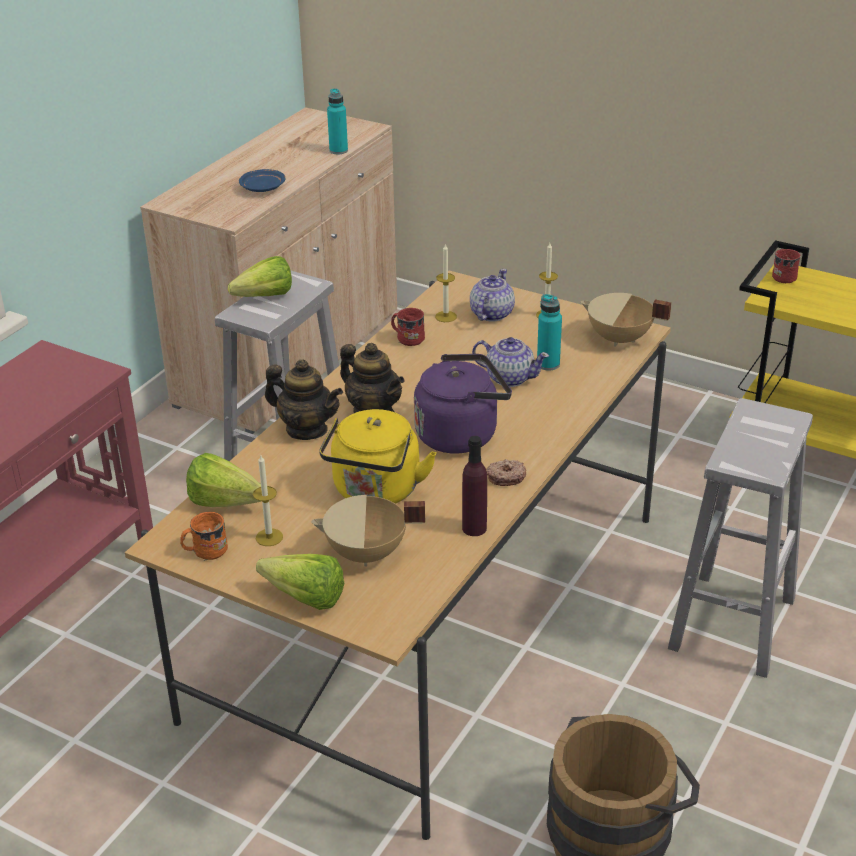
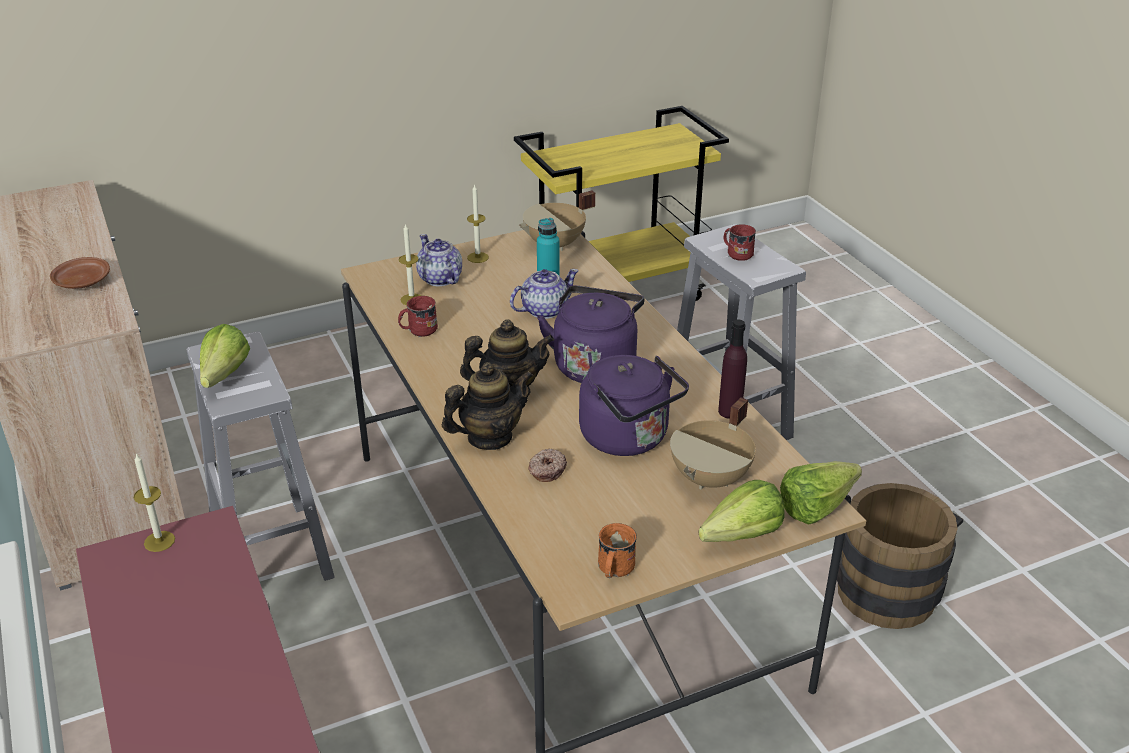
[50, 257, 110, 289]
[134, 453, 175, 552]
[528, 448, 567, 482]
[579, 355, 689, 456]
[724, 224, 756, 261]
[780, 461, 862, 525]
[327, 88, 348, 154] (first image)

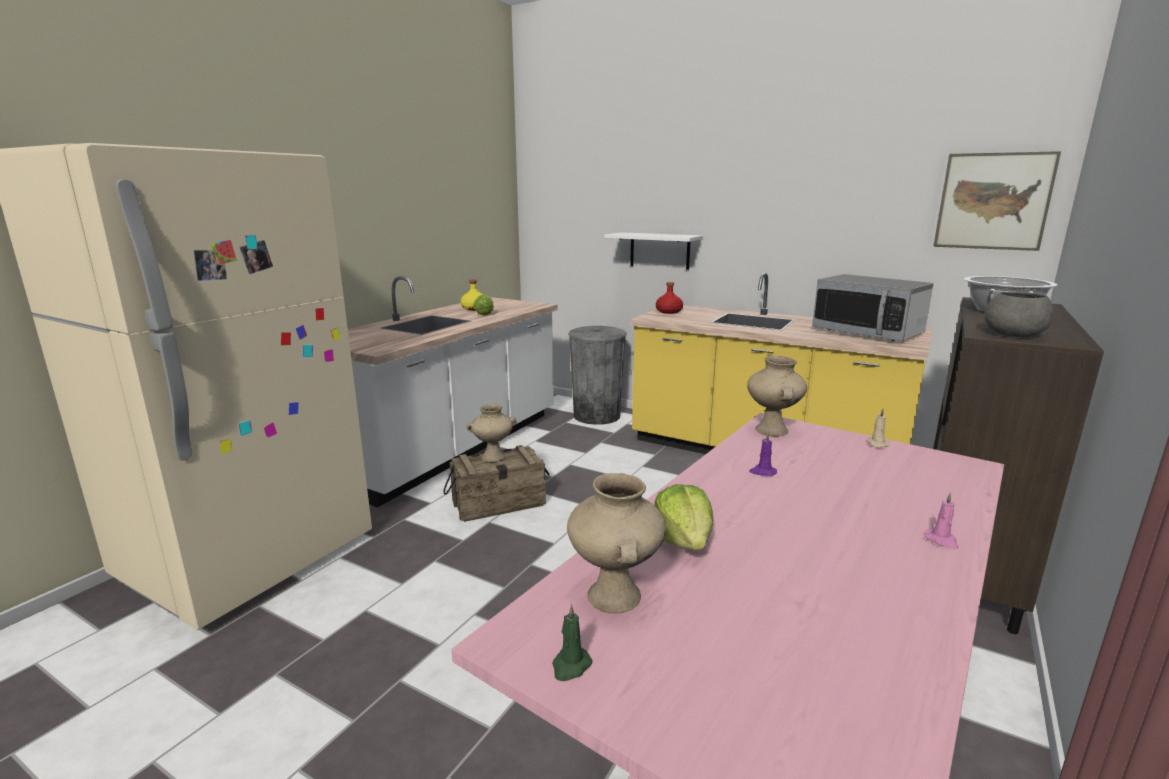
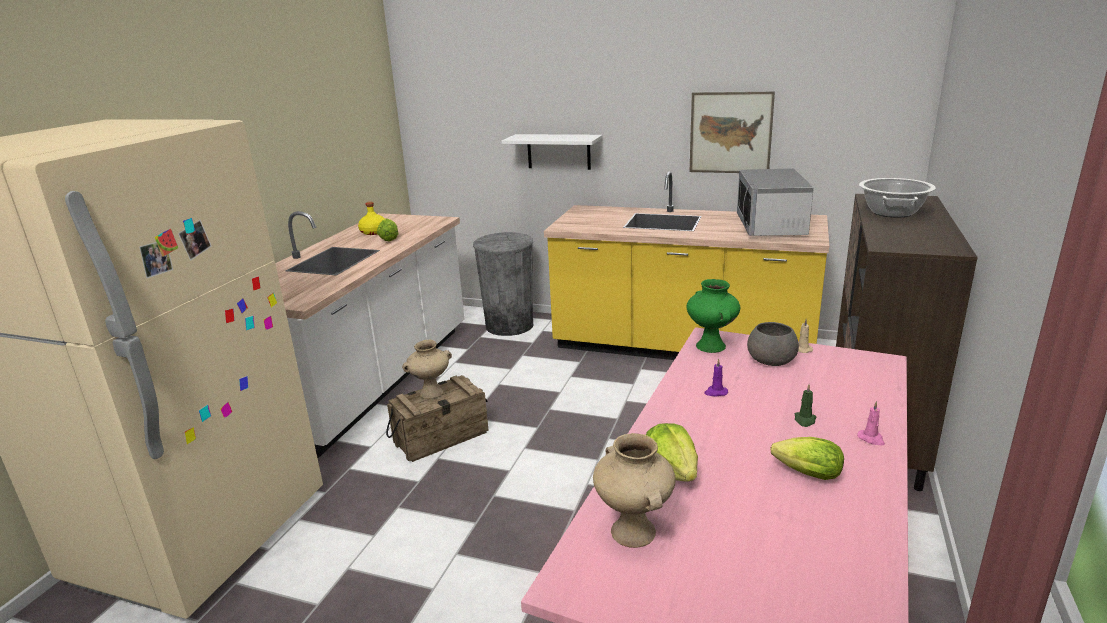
[686, 279, 741, 353]
[689, 92, 775, 173]
[737, 168, 814, 236]
[747, 322, 799, 366]
[770, 437, 844, 480]
[795, 384, 817, 427]
[656, 282, 683, 314] (first image)

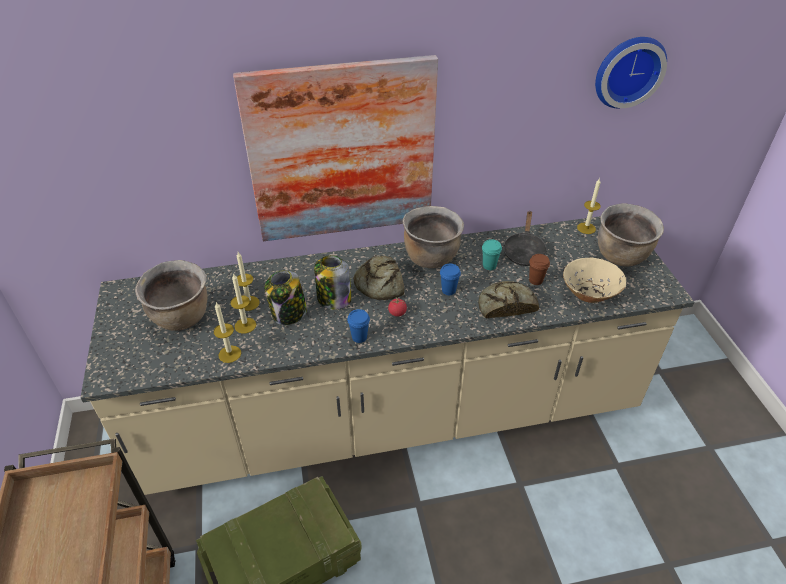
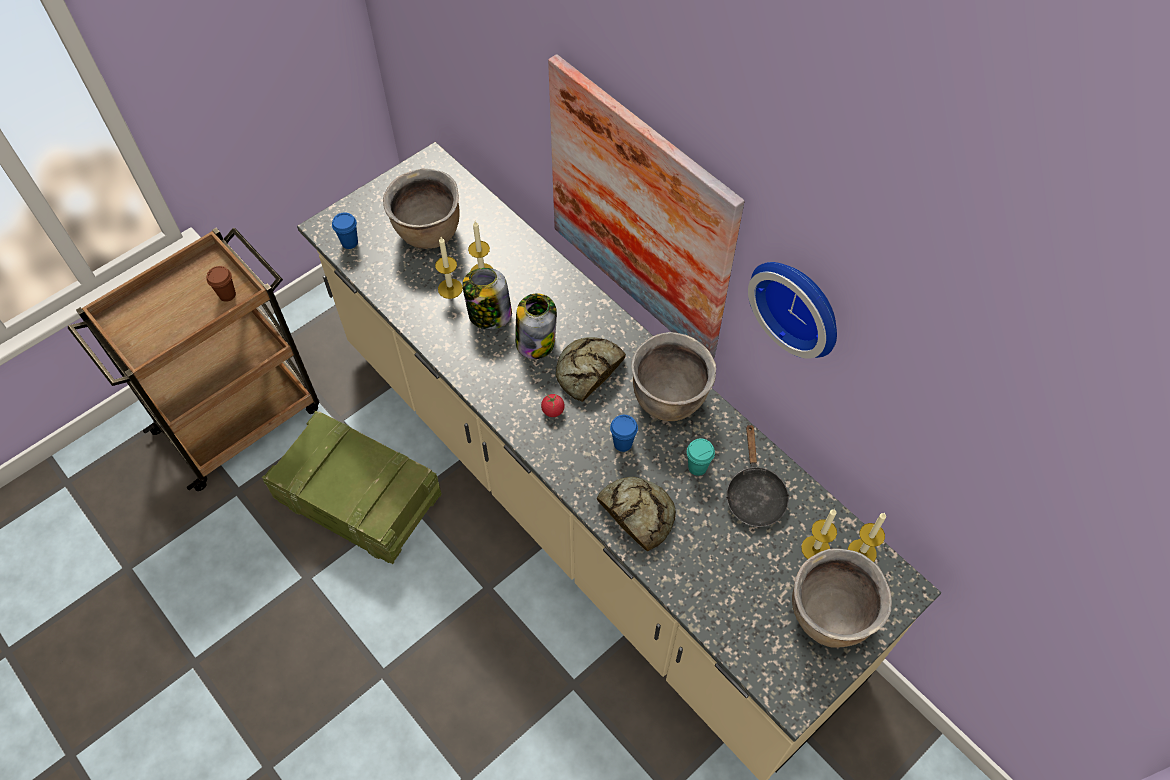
[206, 266, 236, 302]
[332, 213, 358, 249]
[725, 423, 790, 527]
[748, 262, 837, 359]
[801, 509, 837, 559]
[563, 258, 626, 303] (first image)

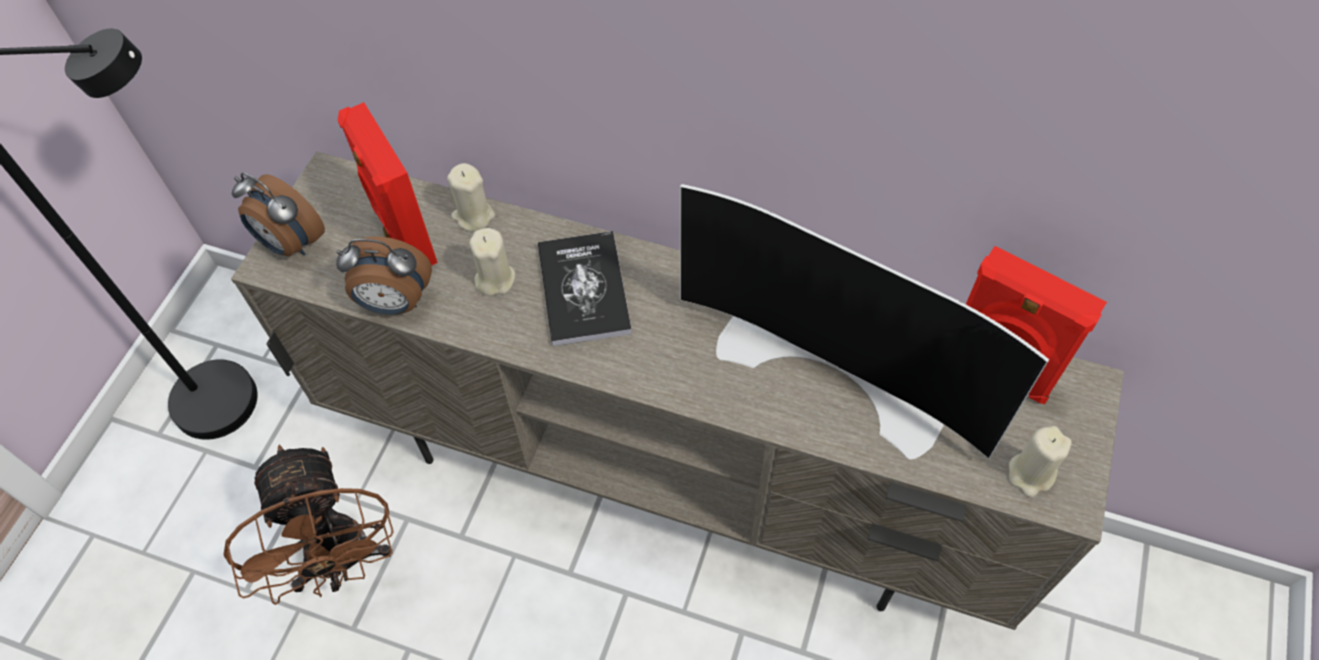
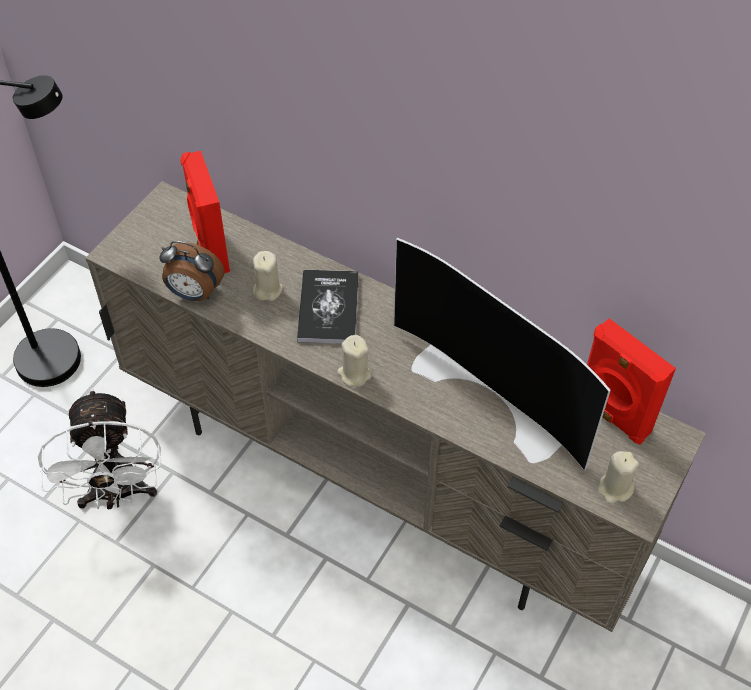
[38, 388, 161, 509]
[337, 335, 372, 387]
[232, 173, 325, 256] (first image)

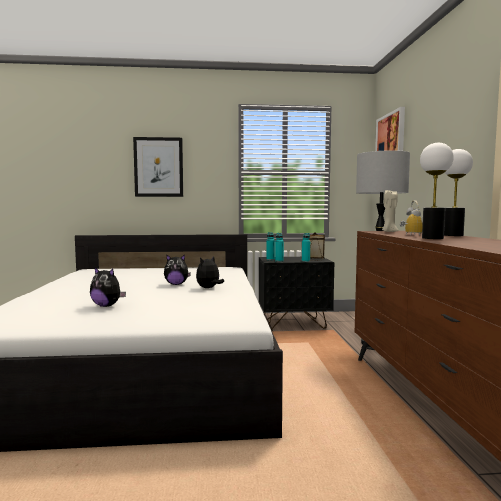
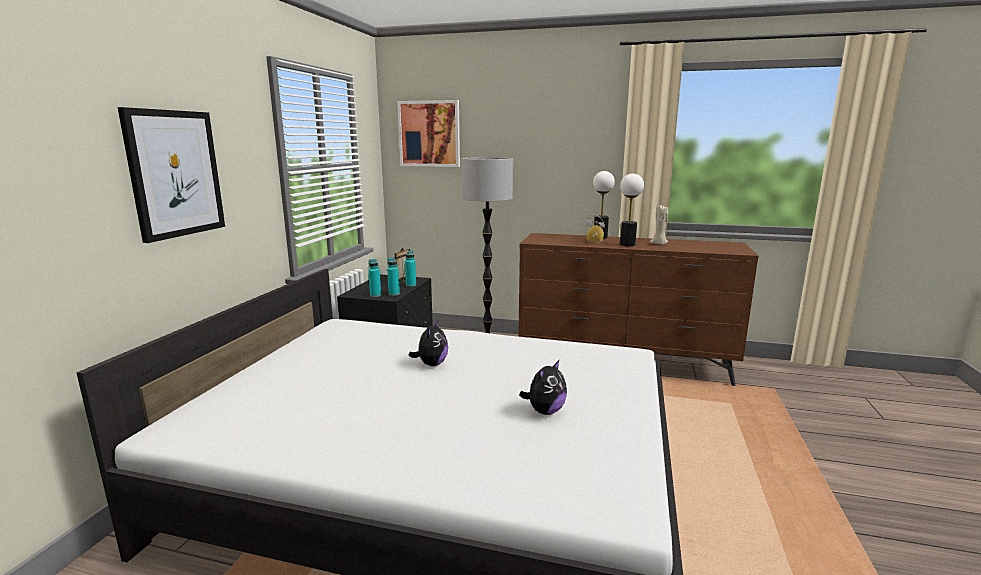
[650, 205, 669, 245]
[196, 256, 224, 288] (first image)

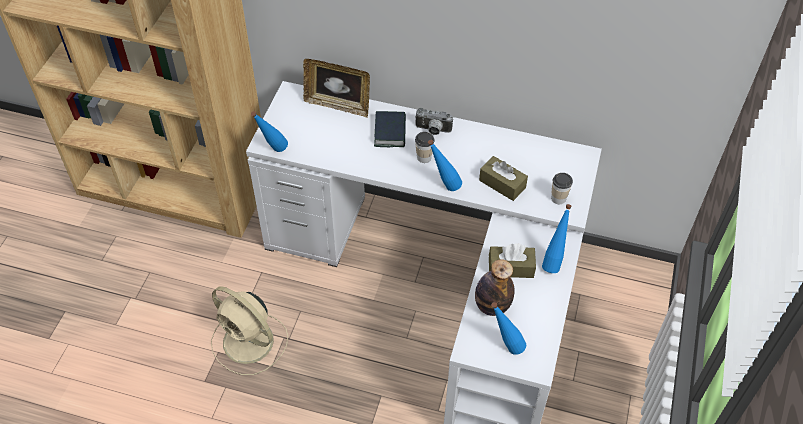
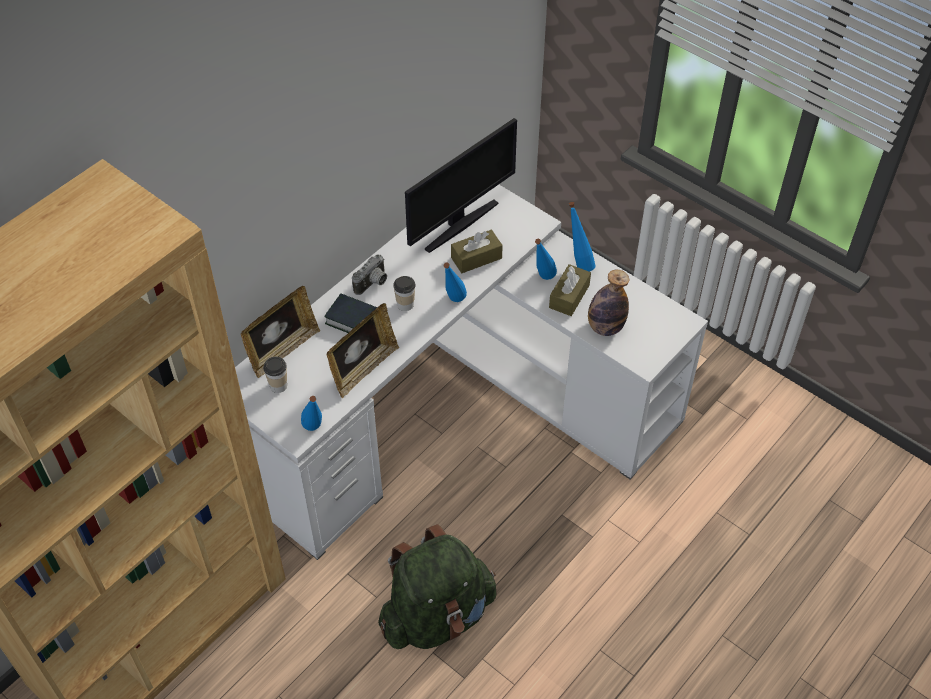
[263, 357, 287, 393]
[327, 303, 399, 398]
[378, 524, 496, 649]
[405, 118, 517, 253]
[535, 239, 557, 280]

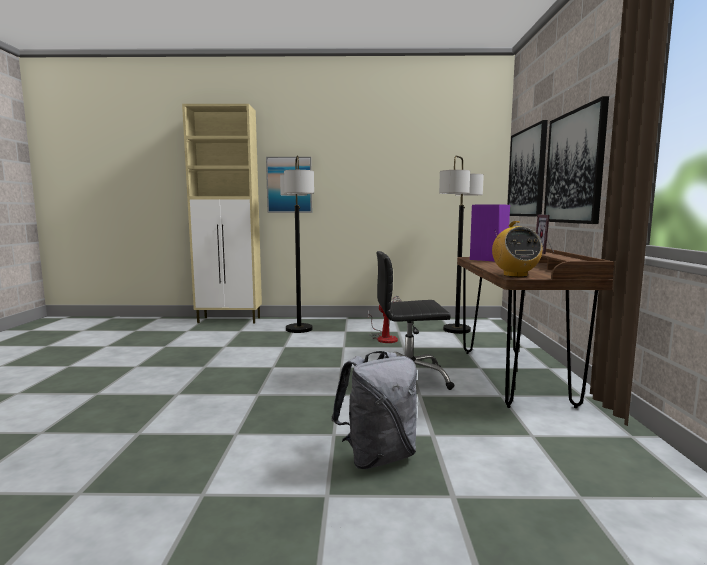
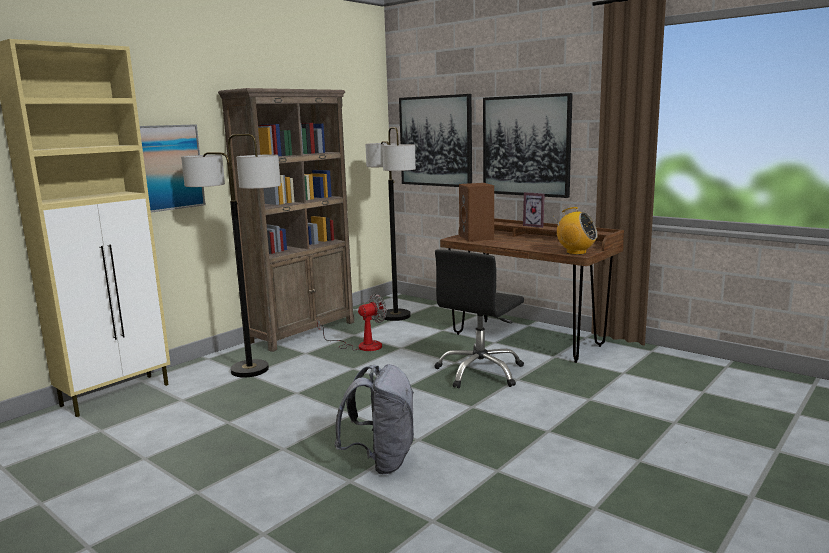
[218, 88, 354, 352]
[334, 364, 414, 475]
[459, 183, 494, 242]

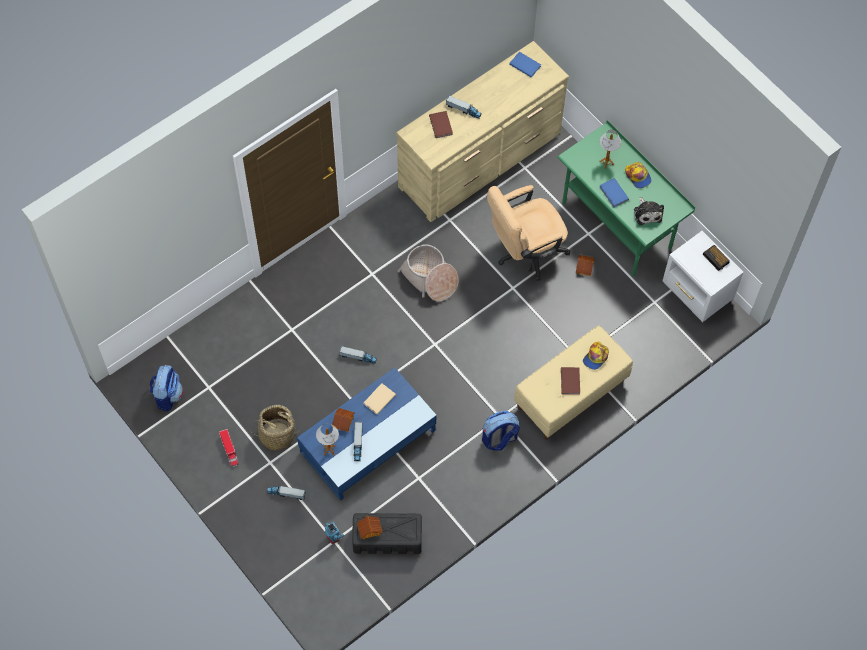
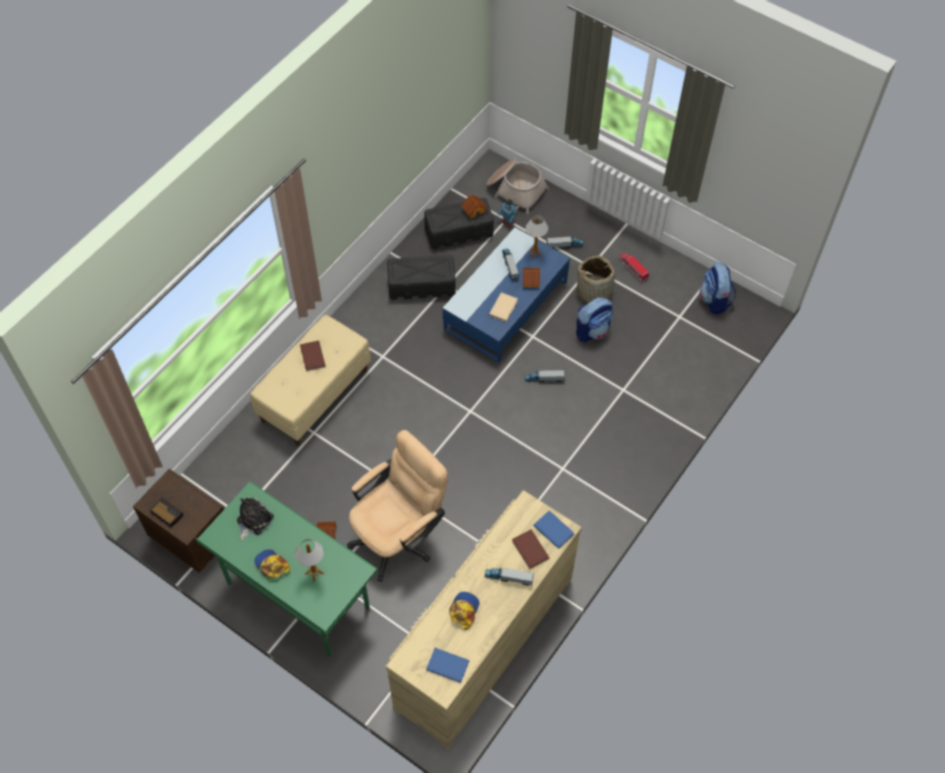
[133, 469, 224, 573]
[237, 498, 274, 541]
[387, 255, 456, 300]
[449, 592, 480, 630]
[487, 158, 549, 214]
[533, 511, 574, 549]
[576, 297, 613, 342]

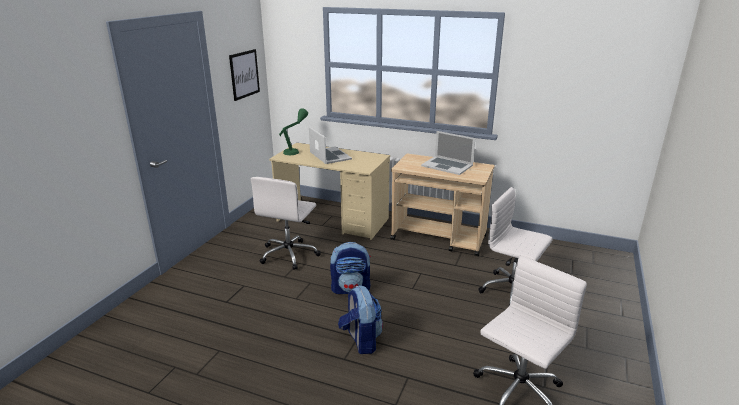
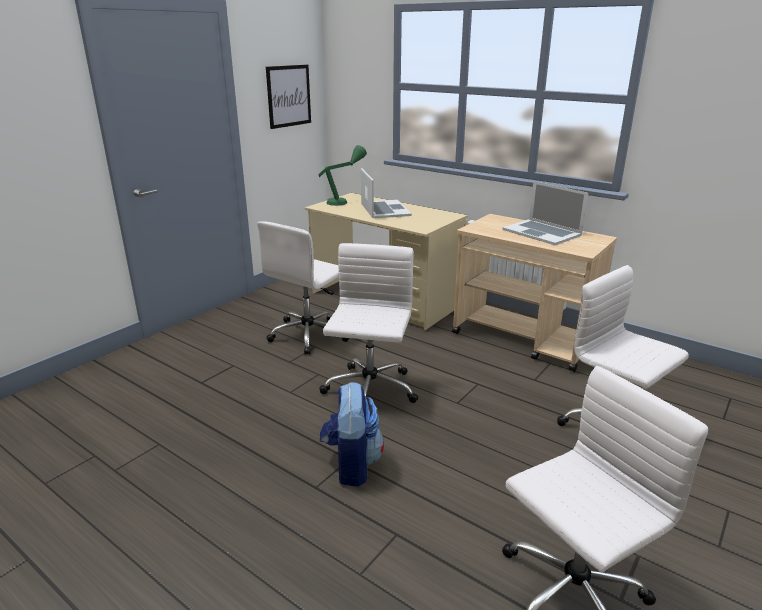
[319, 243, 419, 403]

